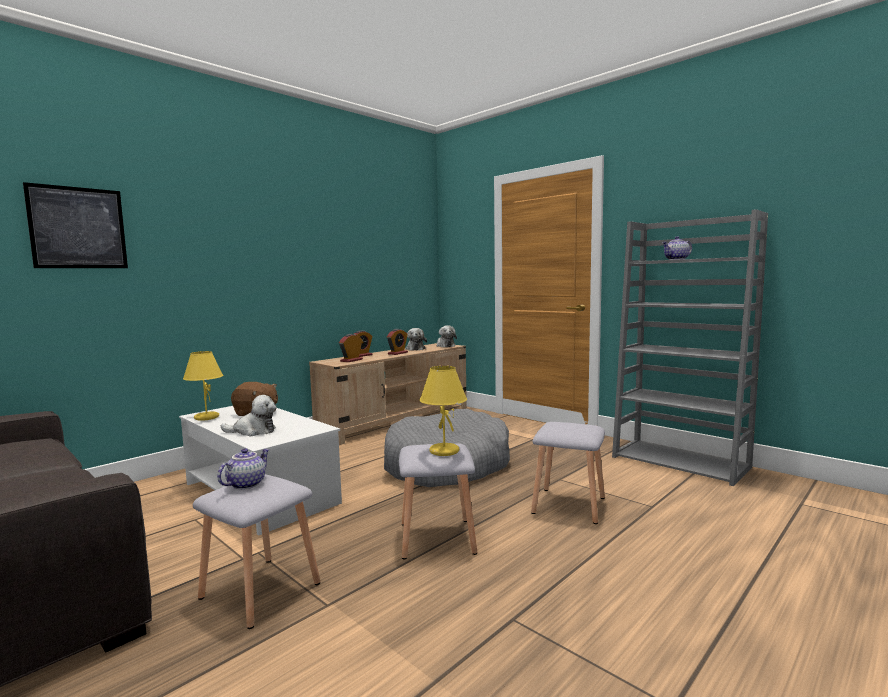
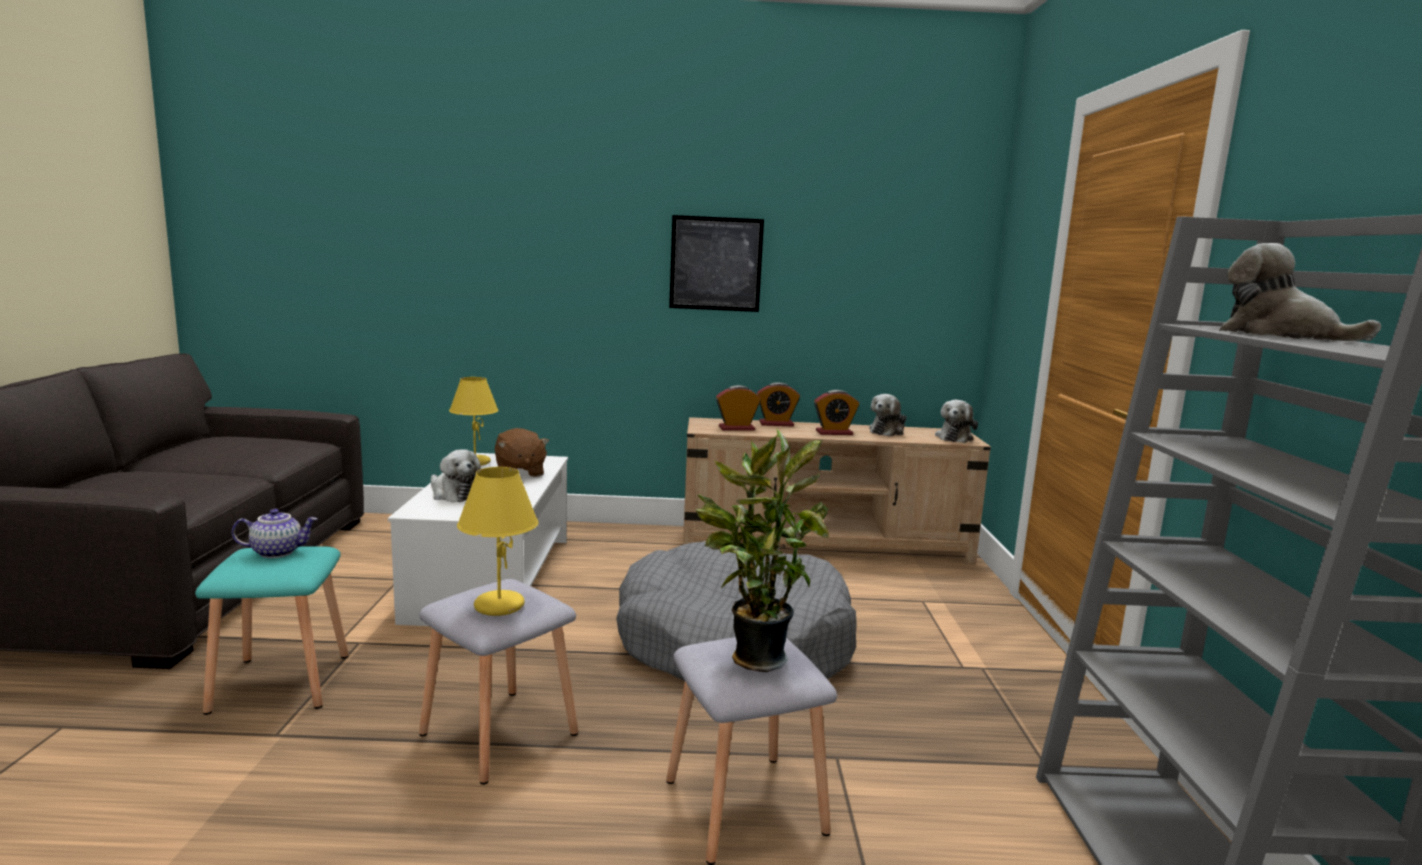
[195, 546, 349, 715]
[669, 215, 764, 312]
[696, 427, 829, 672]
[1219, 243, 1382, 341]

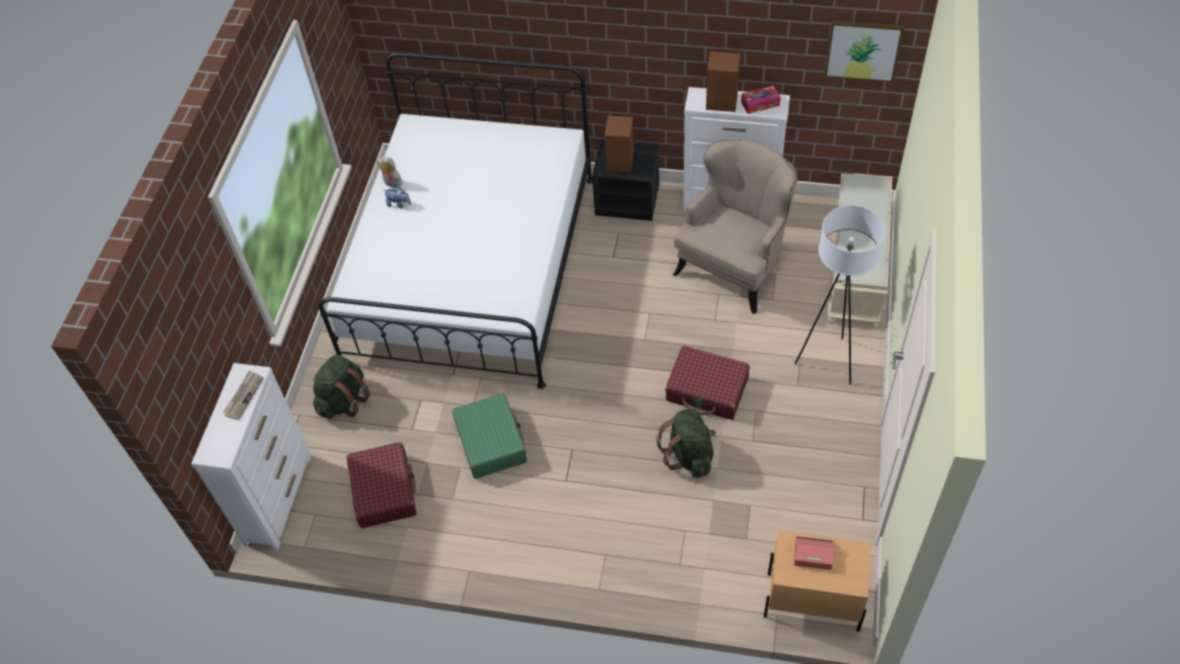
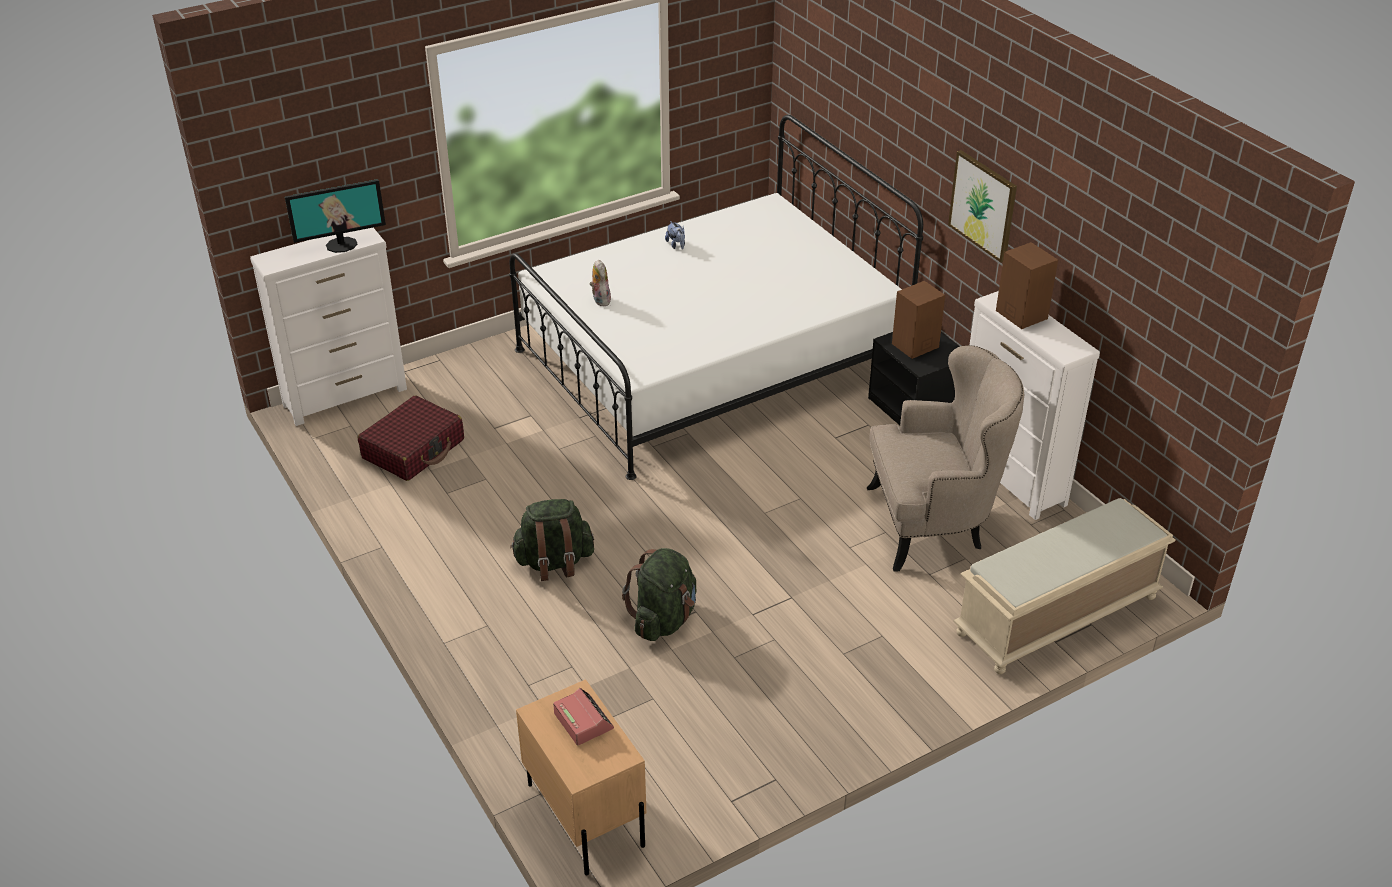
[285, 179, 386, 253]
[510, 499, 594, 581]
[589, 260, 611, 306]
[948, 150, 1017, 263]
[452, 393, 527, 479] (first image)
[665, 346, 750, 420] (first image)
[741, 85, 781, 114] (first image)
[795, 205, 885, 385] (first image)

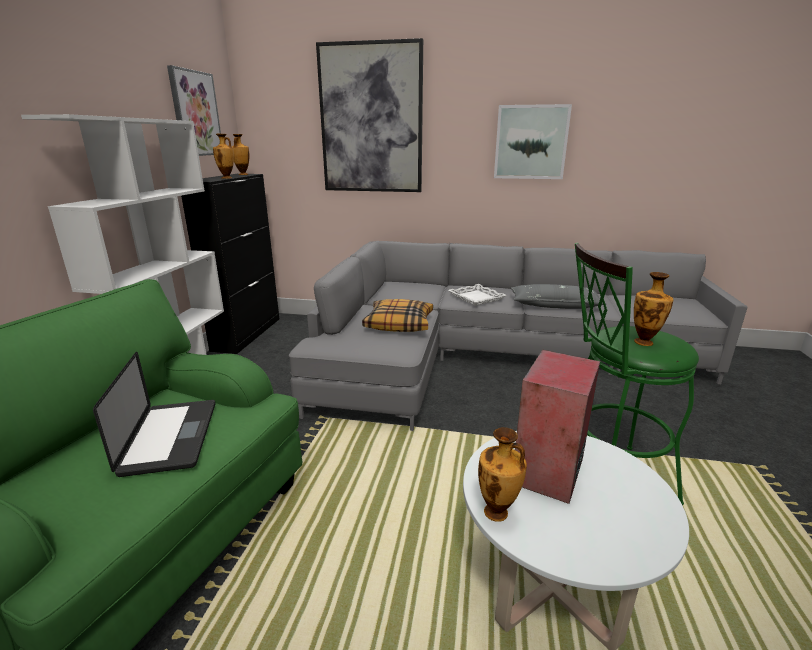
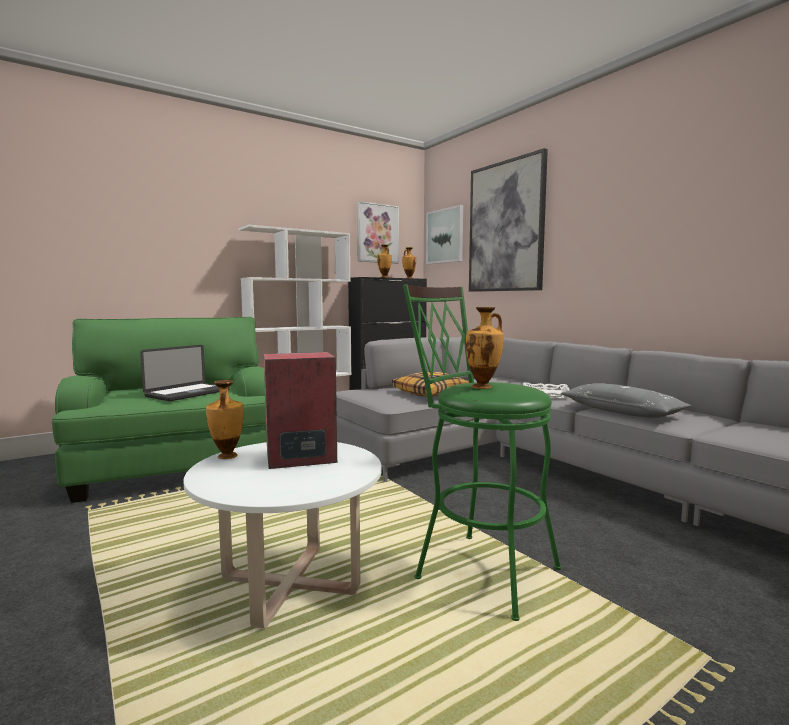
[426, 205, 463, 264]

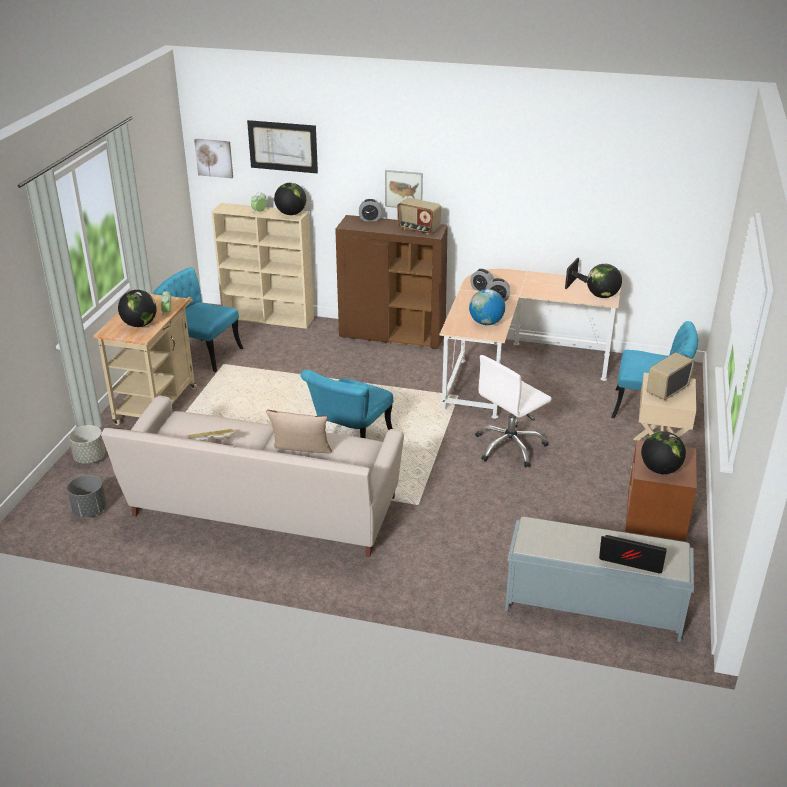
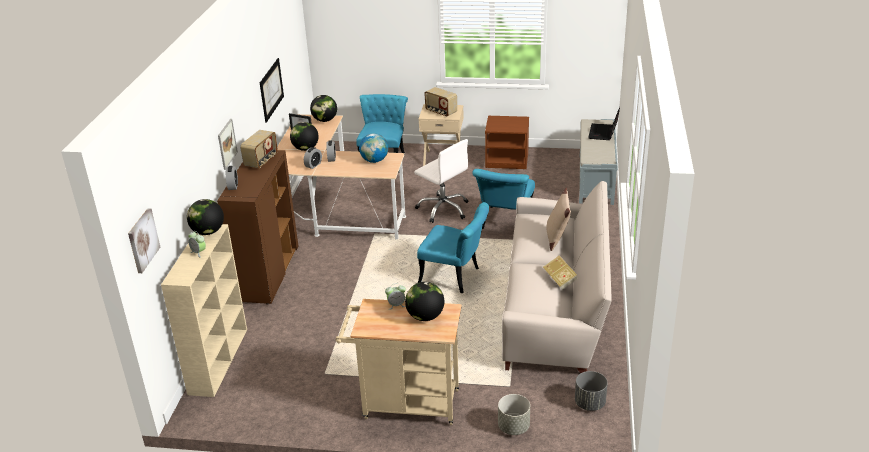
[260, 58, 284, 123]
[290, 122, 319, 151]
[473, 169, 535, 229]

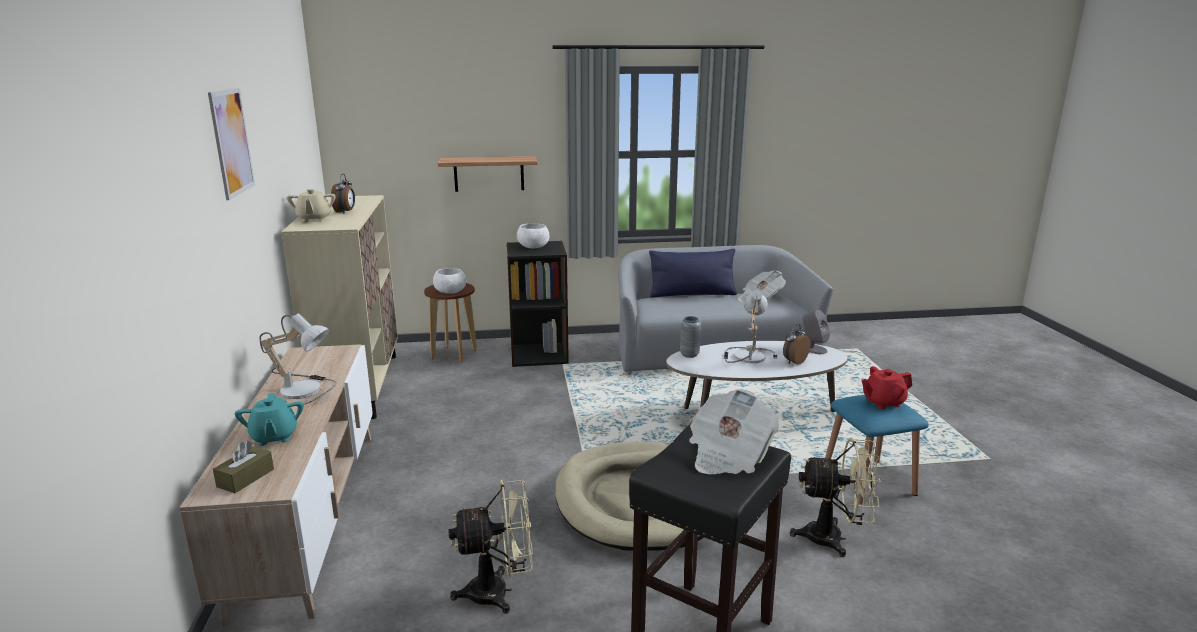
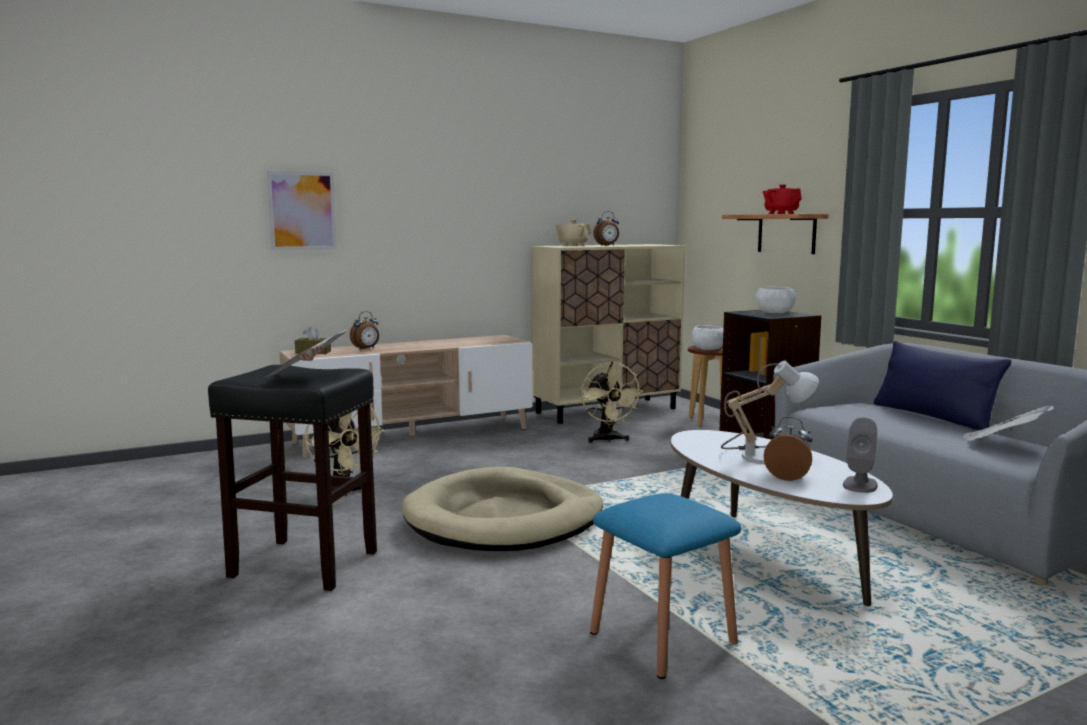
[267, 171, 337, 250]
[350, 311, 379, 350]
[581, 362, 643, 443]
[763, 184, 802, 214]
[259, 313, 337, 405] (first image)
[680, 316, 701, 358] (first image)

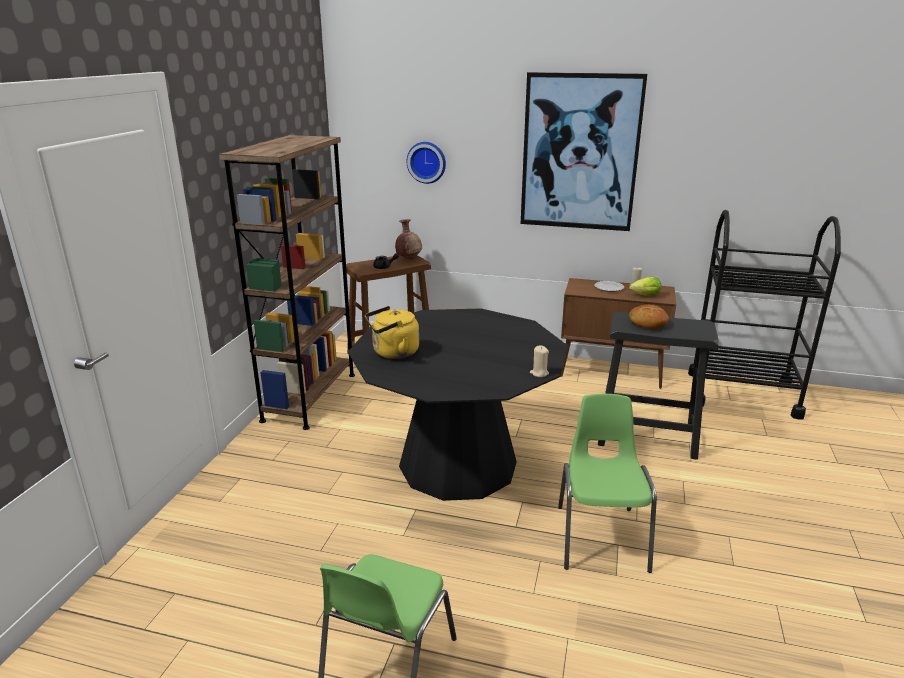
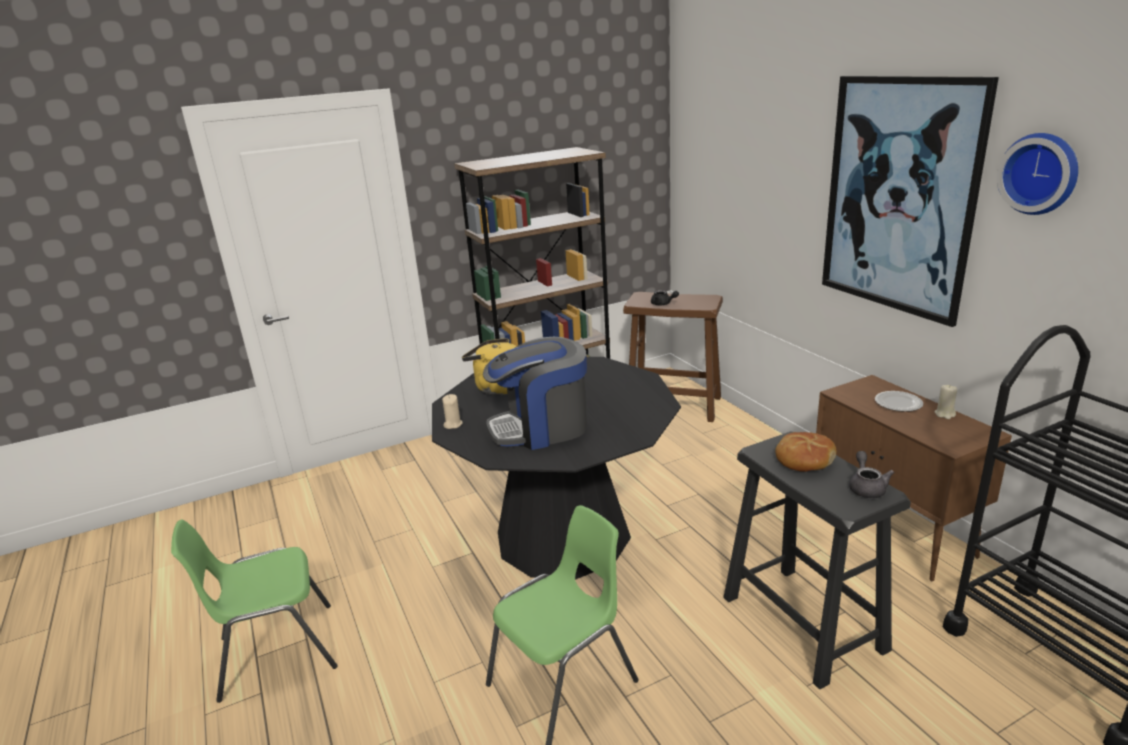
[442, 394, 463, 429]
[483, 337, 587, 450]
[849, 451, 894, 498]
[997, 133, 1078, 215]
[395, 219, 422, 259] (first image)
[629, 277, 661, 295] (first image)

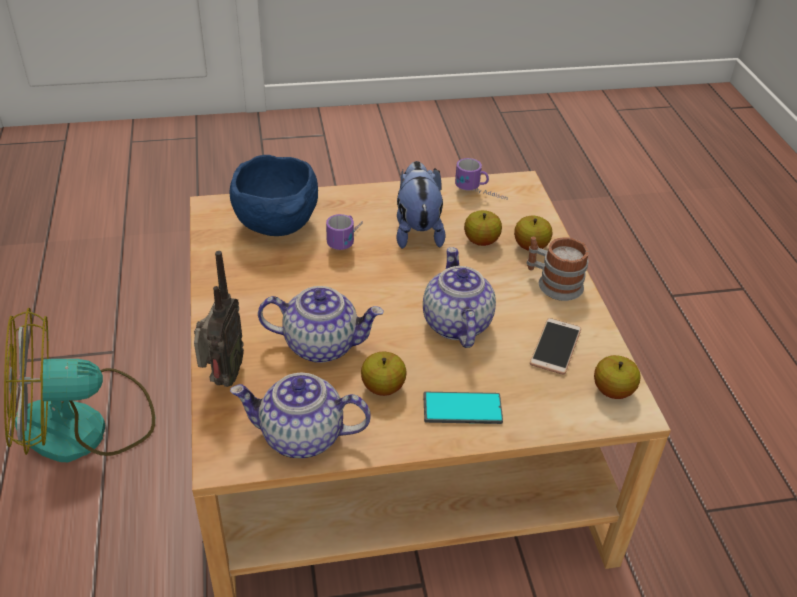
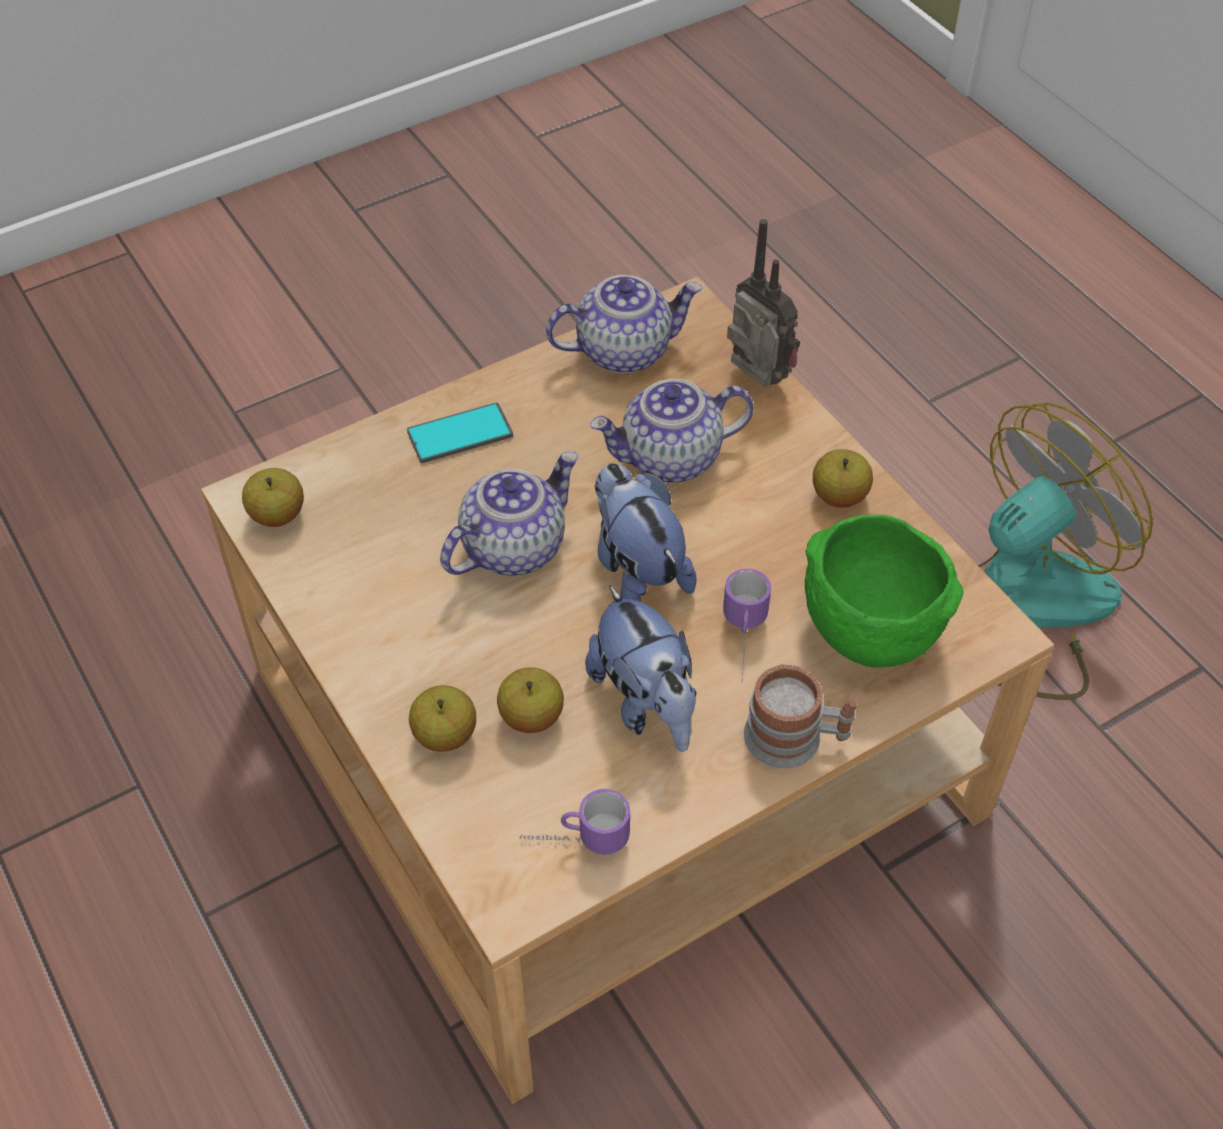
[440, 451, 579, 575]
[594, 463, 697, 602]
[727, 219, 800, 387]
[744, 664, 858, 769]
[805, 514, 964, 667]
[813, 449, 873, 508]
[530, 318, 581, 375] (first image)

